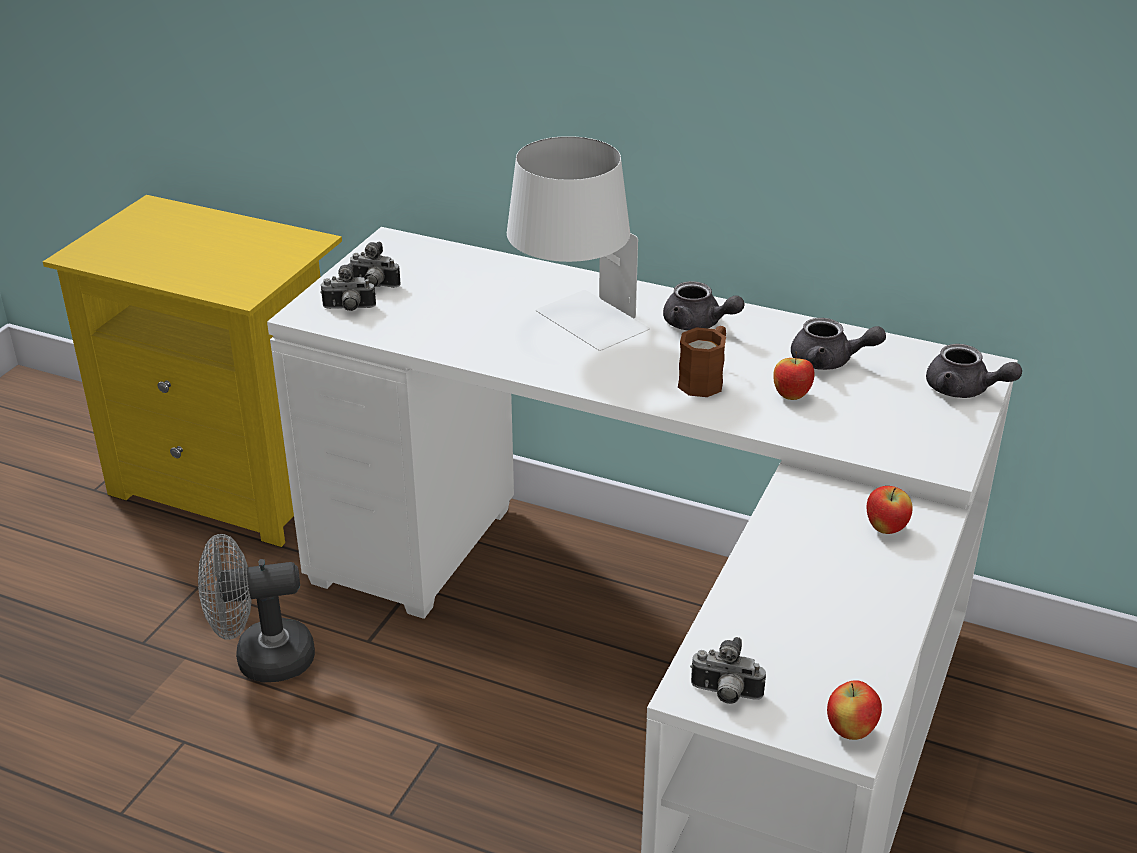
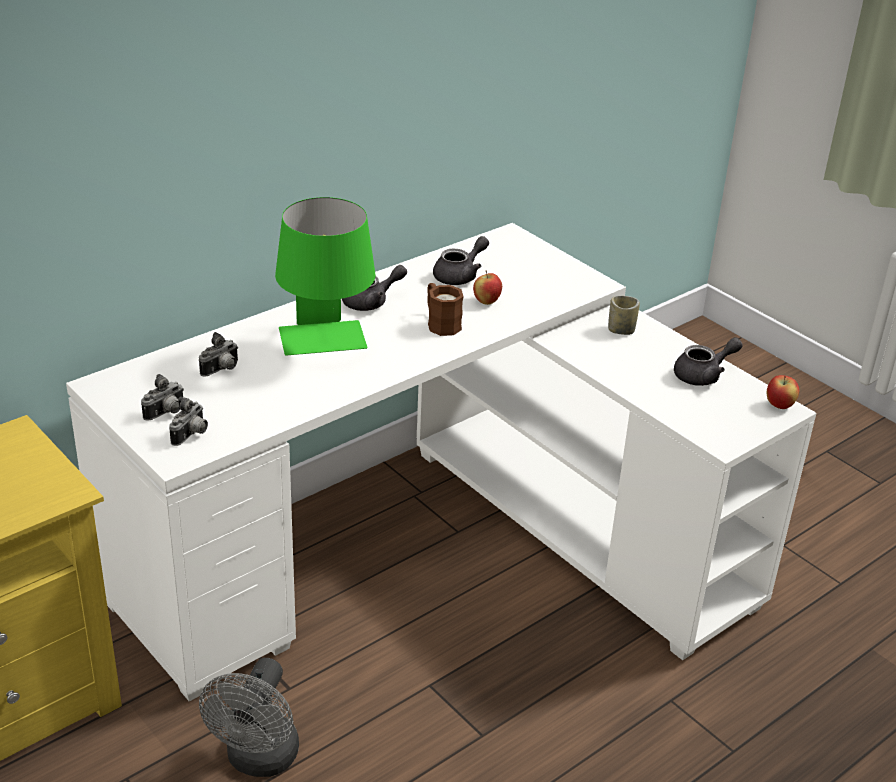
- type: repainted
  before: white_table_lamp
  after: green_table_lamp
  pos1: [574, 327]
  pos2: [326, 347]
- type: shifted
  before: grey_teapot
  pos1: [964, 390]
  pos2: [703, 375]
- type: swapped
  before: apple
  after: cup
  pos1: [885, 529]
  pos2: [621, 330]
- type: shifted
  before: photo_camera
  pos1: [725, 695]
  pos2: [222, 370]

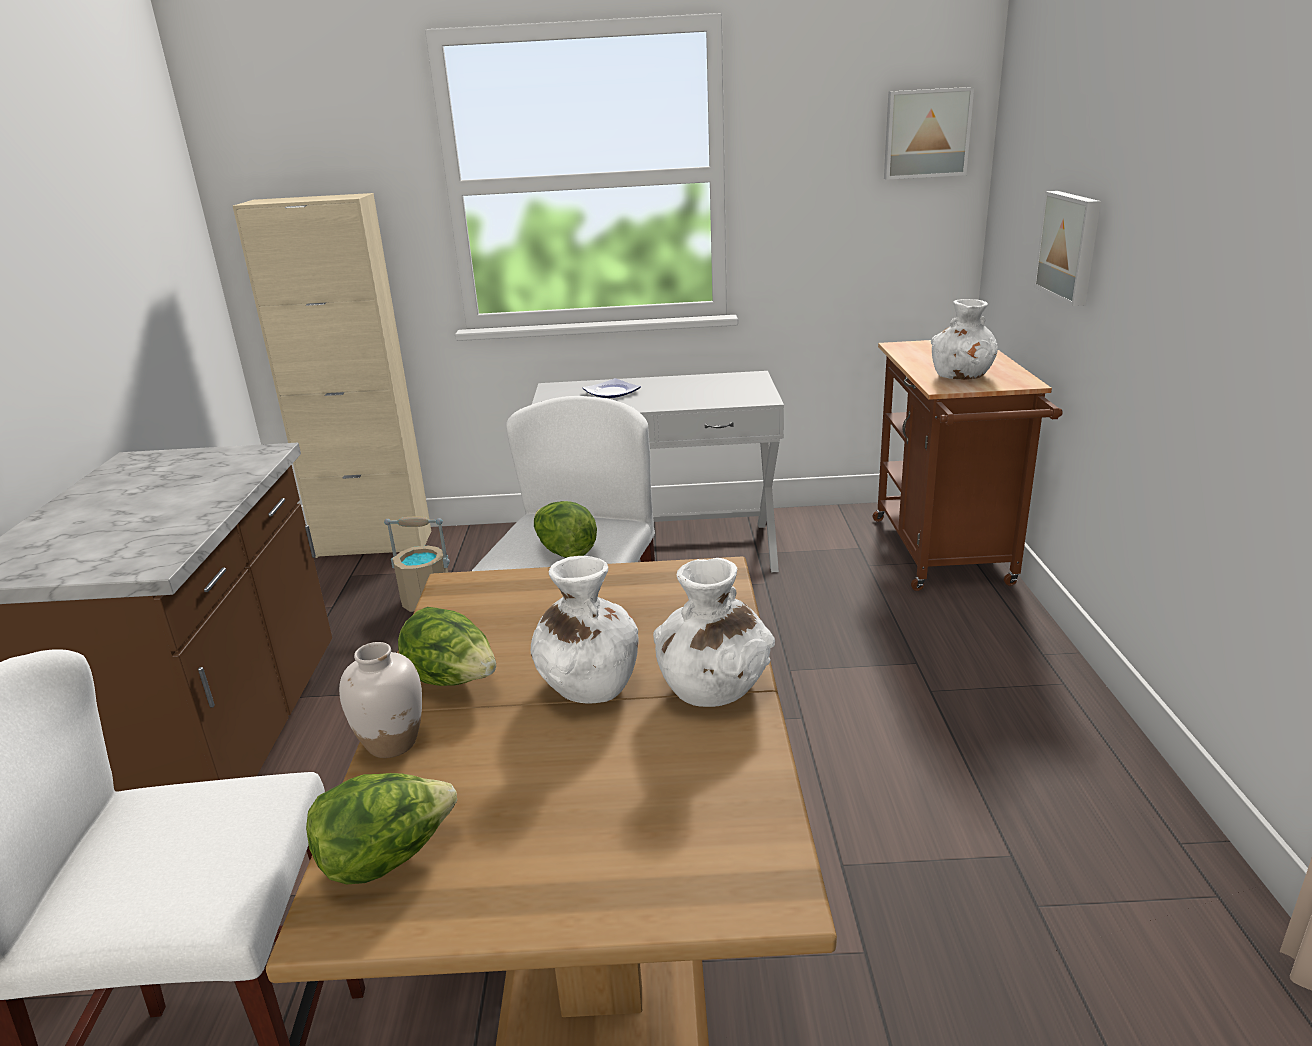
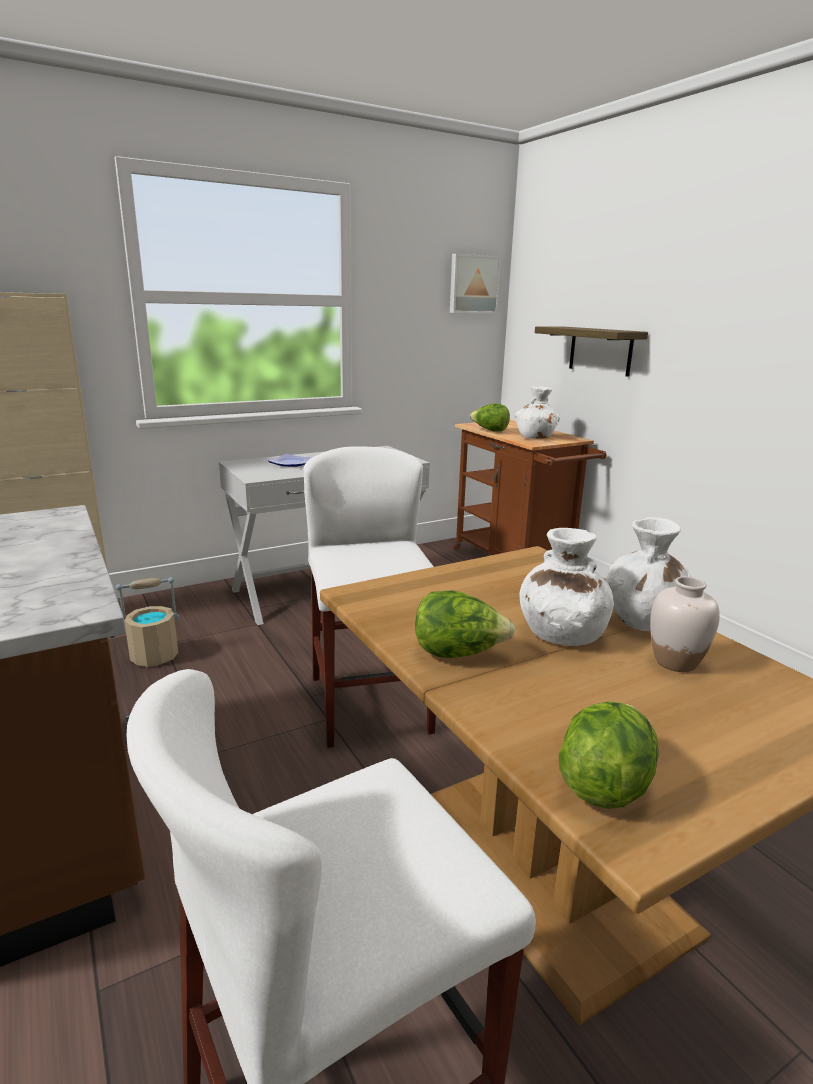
- type: swapped
  before: picture
  after: shelf
  pos1: [1071, 246]
  pos2: [600, 350]
- type: shifted
  before: lettuce
  pos1: [565, 552]
  pos2: [489, 431]
- type: shifted
  before: white_vase
  pos1: [392, 743]
  pos2: [675, 662]

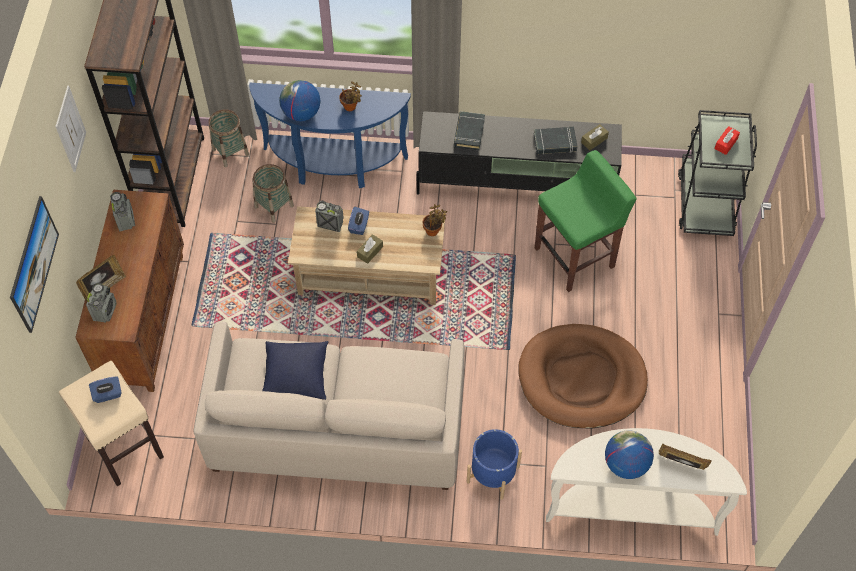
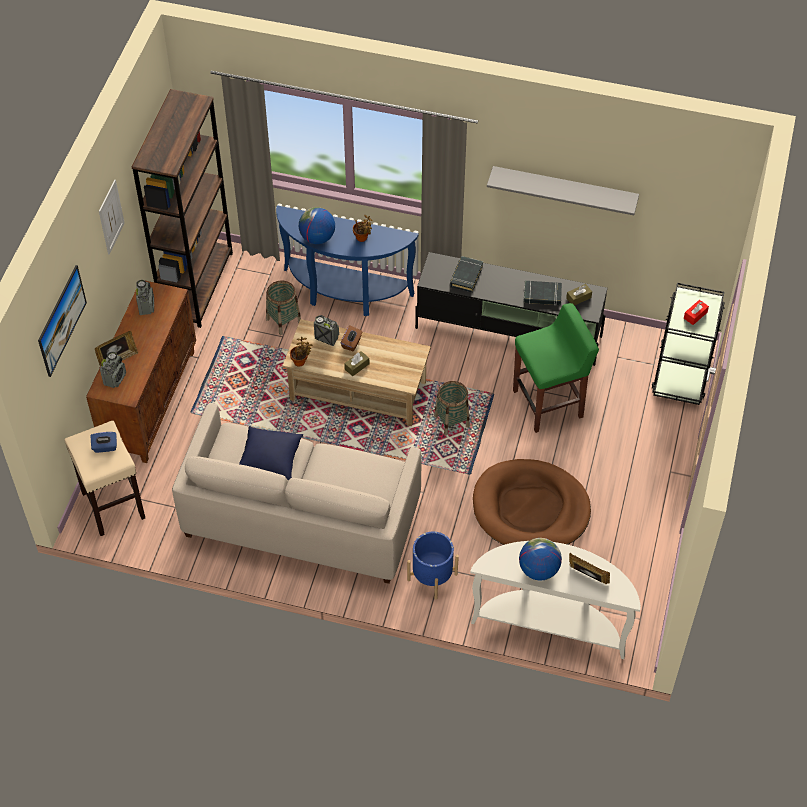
- type: shifted
  before: basket
  pos1: [230, 152]
  pos2: [451, 421]
- type: shifted
  before: potted_plant
  pos1: [433, 230]
  pos2: [300, 361]
- type: repainted
  before: blue_tissue_box
  after: brown_tissue_box
  pos1: [359, 226]
  pos2: [352, 343]
- type: new
  after: grey_shelf
  pos2: [564, 190]

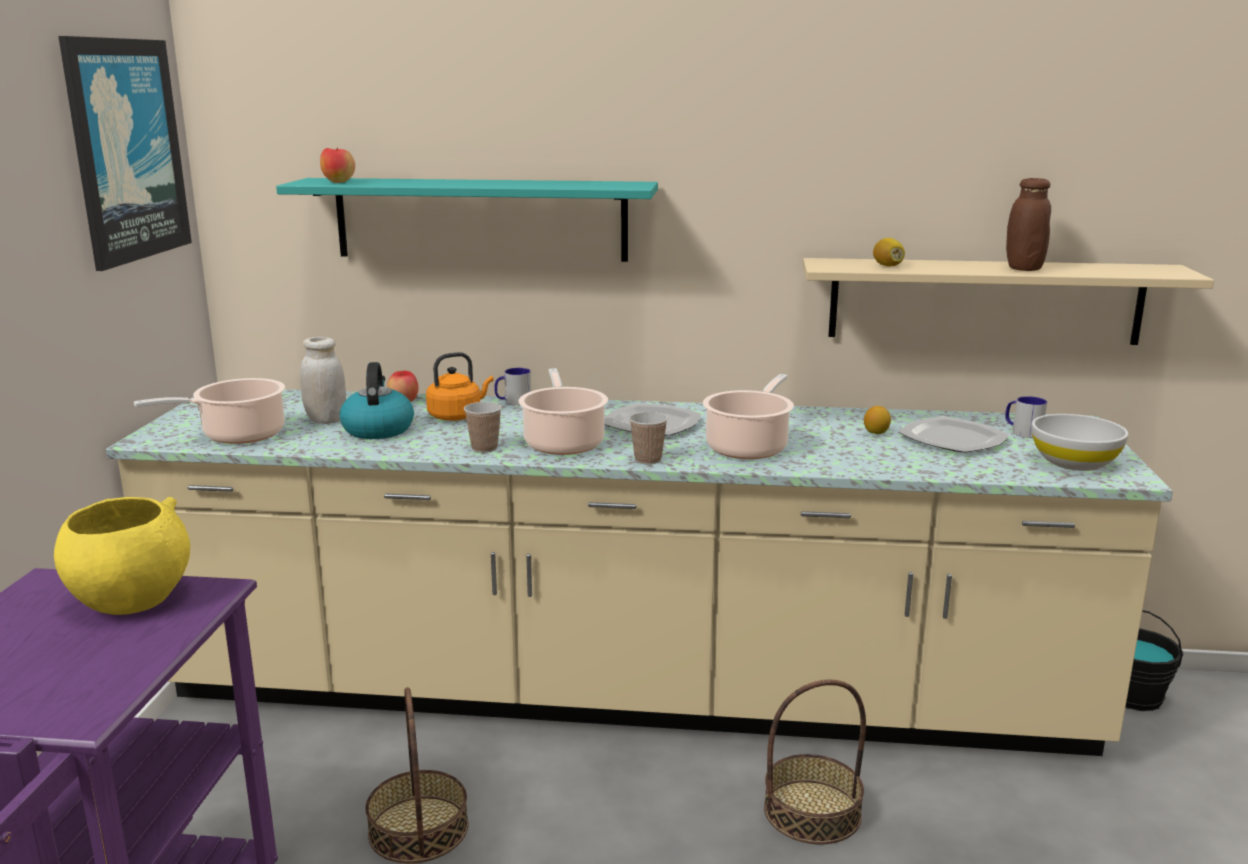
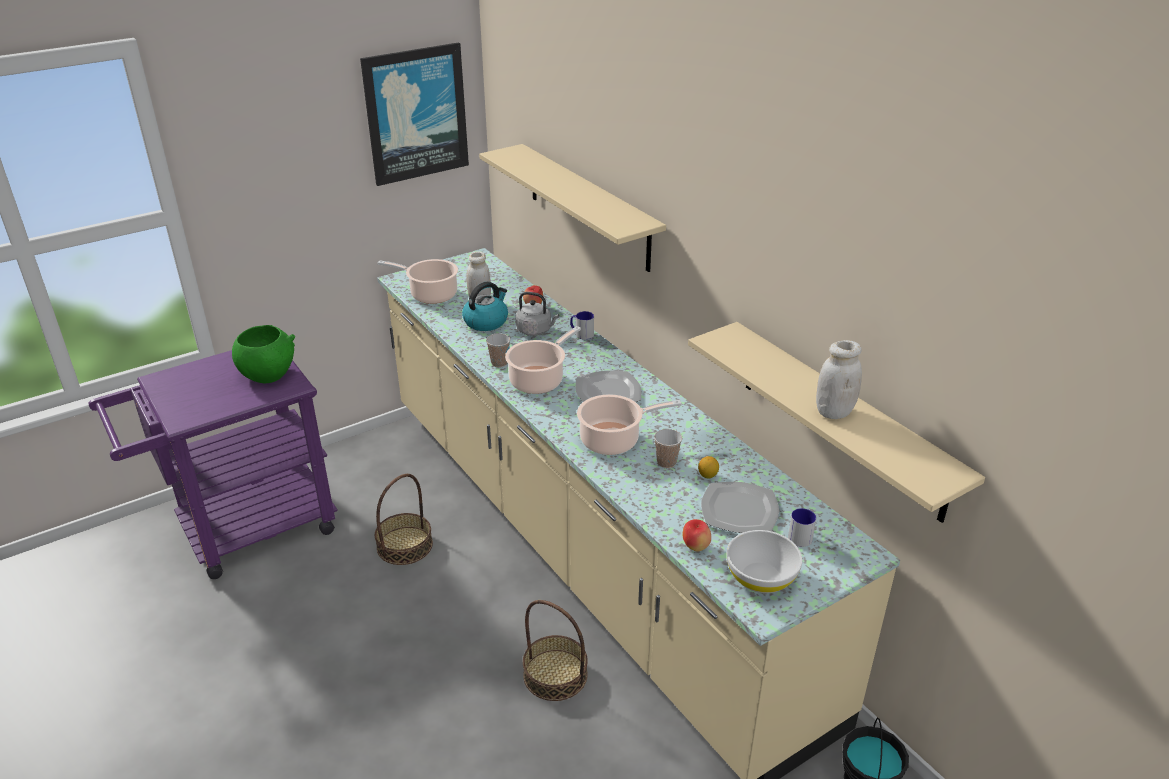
- type: shifted
  before: apple
  pos1: [339, 182]
  pos2: [695, 547]
- type: repainted
  before: turquoise_shelf
  after: beige_shelf
  pos1: [481, 219]
  pos2: [588, 206]
- type: repainted
  before: brown_jar
  after: white_jar
  pos1: [1024, 268]
  pos2: [834, 412]
- type: gone
  before: lemon
  pos1: [888, 266]
- type: repainted
  before: orange_kettle
  after: grey_kettle
  pos1: [457, 416]
  pos2: [536, 331]
- type: shifted
  before: cup
  pos1: [648, 460]
  pos2: [666, 462]
- type: repainted
  before: yellow_bowl
  after: green_bowl
  pos1: [130, 600]
  pos2: [268, 375]

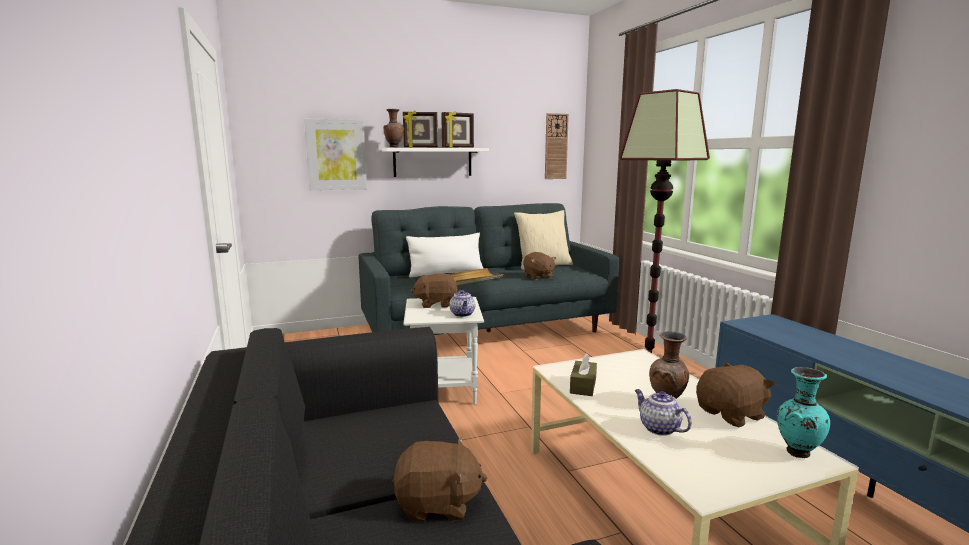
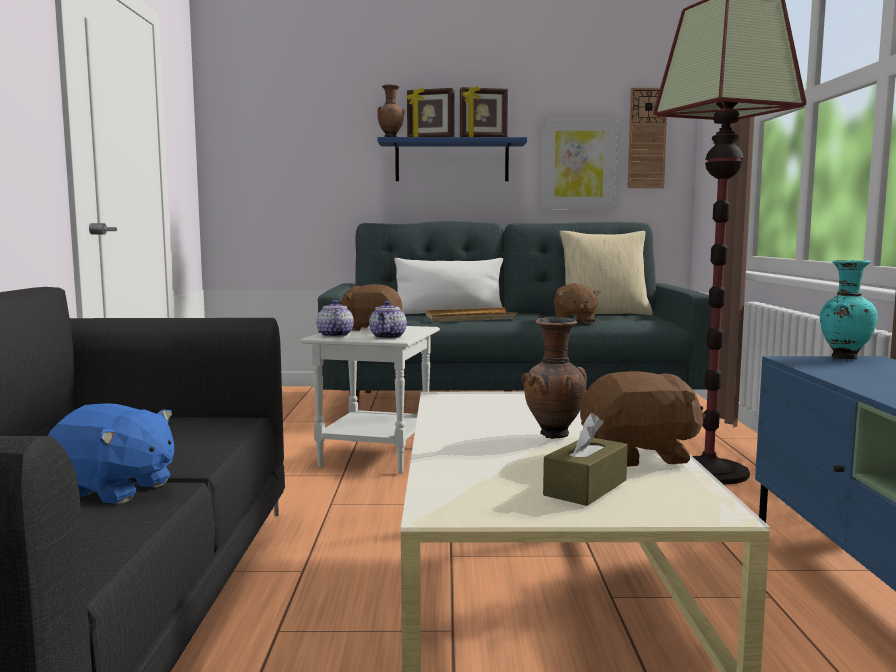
- type: shifted
  before: picture
  pos1: [336, 155]
  pos2: [578, 164]
- type: repainted
  before: white_shelf
  after: blue_shelf
  pos1: [433, 162]
  pos2: [452, 161]
- type: shifted
  before: brown_tissue_box
  pos1: [583, 386]
  pos2: [585, 488]
- type: shifted
  before: turquoise_vase
  pos1: [796, 452]
  pos2: [844, 358]
- type: shifted
  before: teapot
  pos1: [658, 428]
  pos2: [334, 335]
- type: repainted
  before: brown_plush_toy
  after: blue_plush_toy
  pos1: [438, 504]
  pos2: [115, 489]

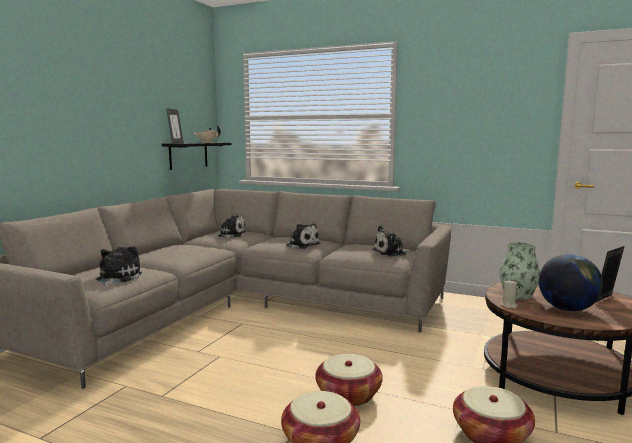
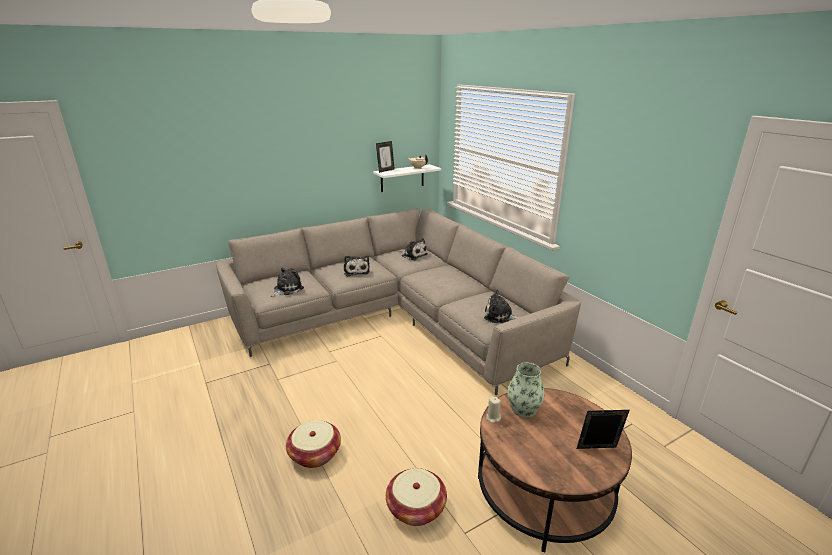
- type: repainted
  before: black_shelf
  after: white_shelf
  pos1: [188, 155]
  pos2: [402, 178]
- type: shifted
  before: plush_toy
  pos1: [301, 245]
  pos2: [356, 271]
- type: gone
  before: globe
  pos1: [567, 309]
- type: gone
  before: basket
  pos1: [348, 395]

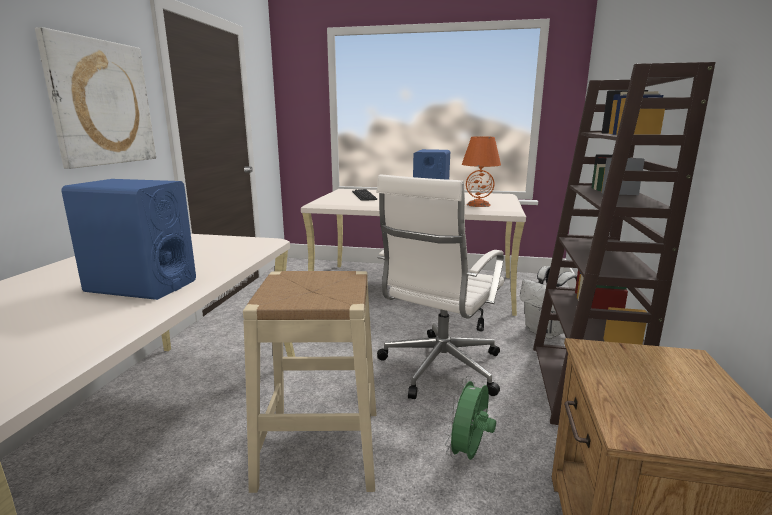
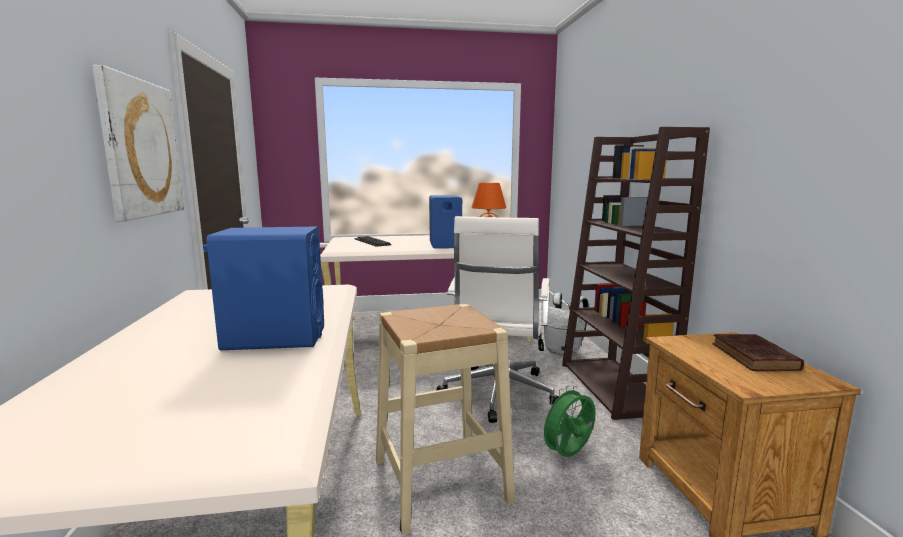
- type: rotated
  before: green_fan
  pos1: [469, 453]
  pos2: [568, 455]
  turn: 45
- type: new
  after: brown_book
  pos2: [755, 357]

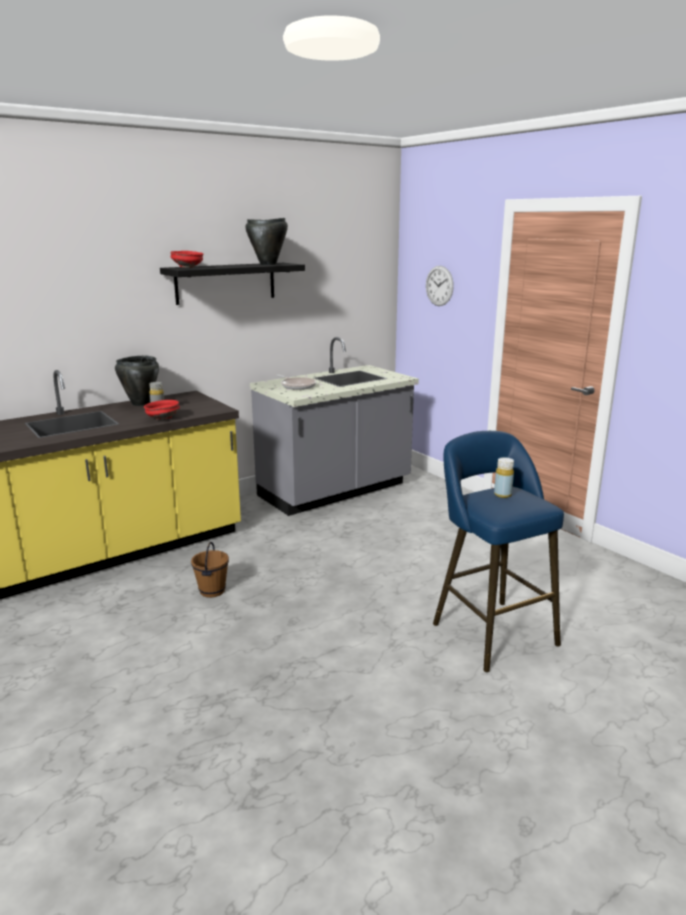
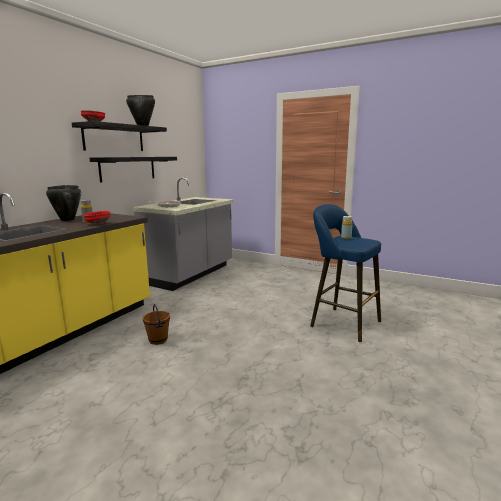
- type: gone
  before: wall_clock
  pos1: [439, 286]
- type: new
  after: black_shelf
  pos2: [128, 168]

